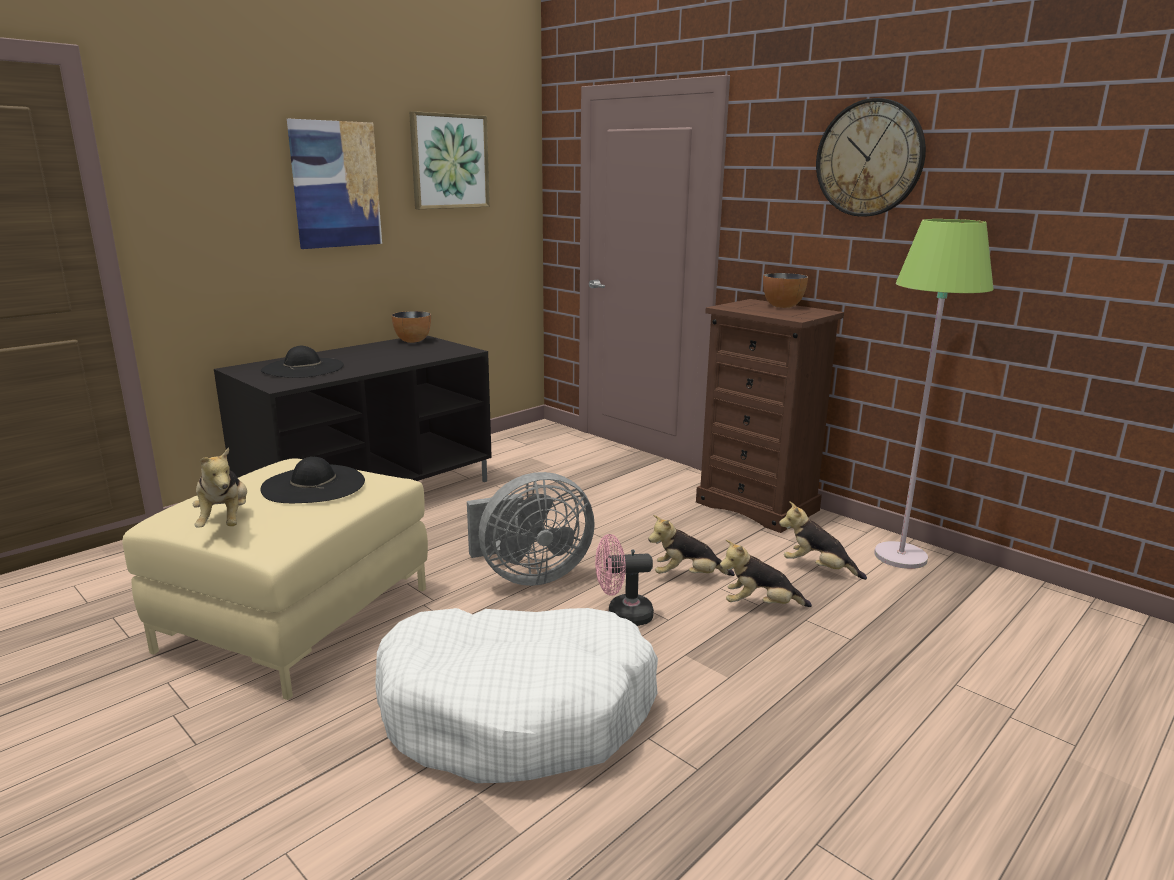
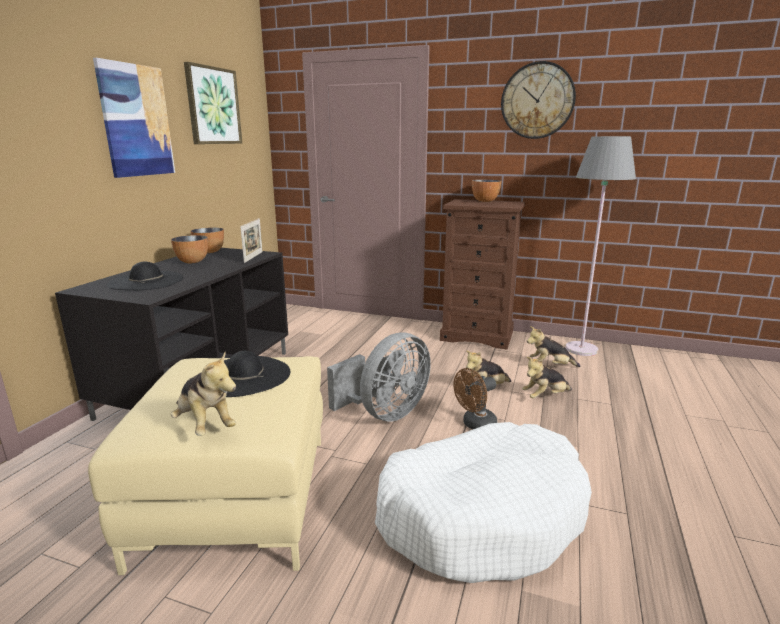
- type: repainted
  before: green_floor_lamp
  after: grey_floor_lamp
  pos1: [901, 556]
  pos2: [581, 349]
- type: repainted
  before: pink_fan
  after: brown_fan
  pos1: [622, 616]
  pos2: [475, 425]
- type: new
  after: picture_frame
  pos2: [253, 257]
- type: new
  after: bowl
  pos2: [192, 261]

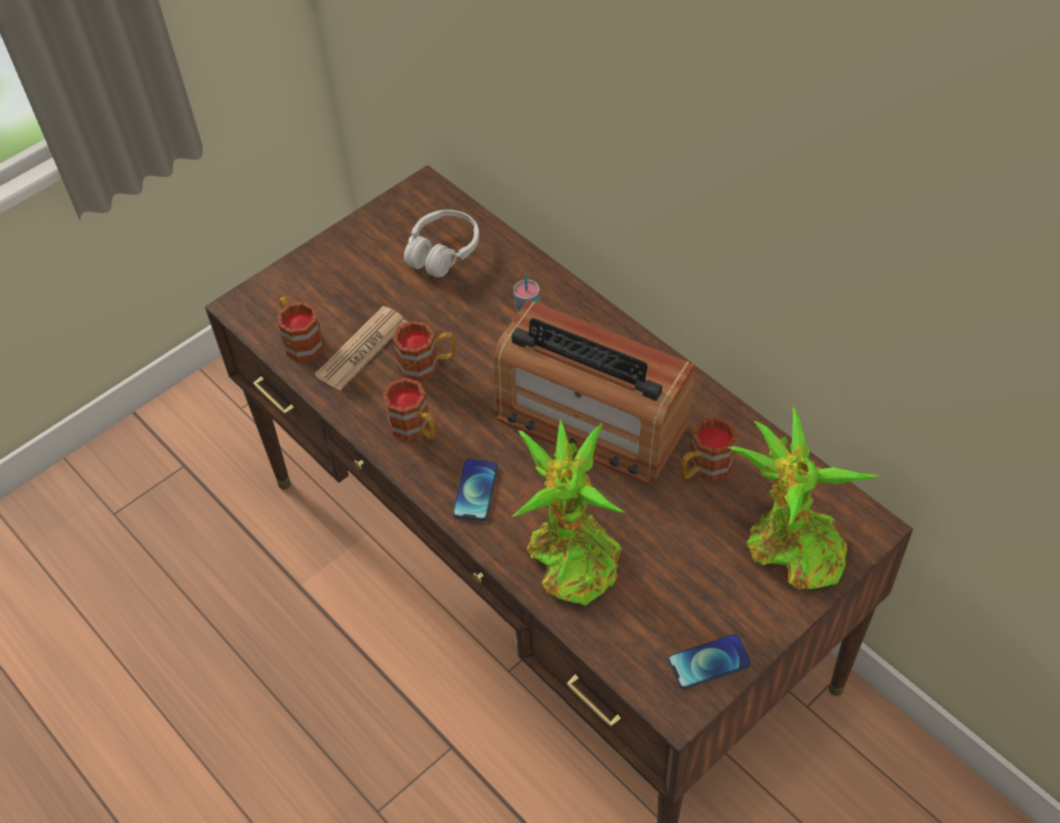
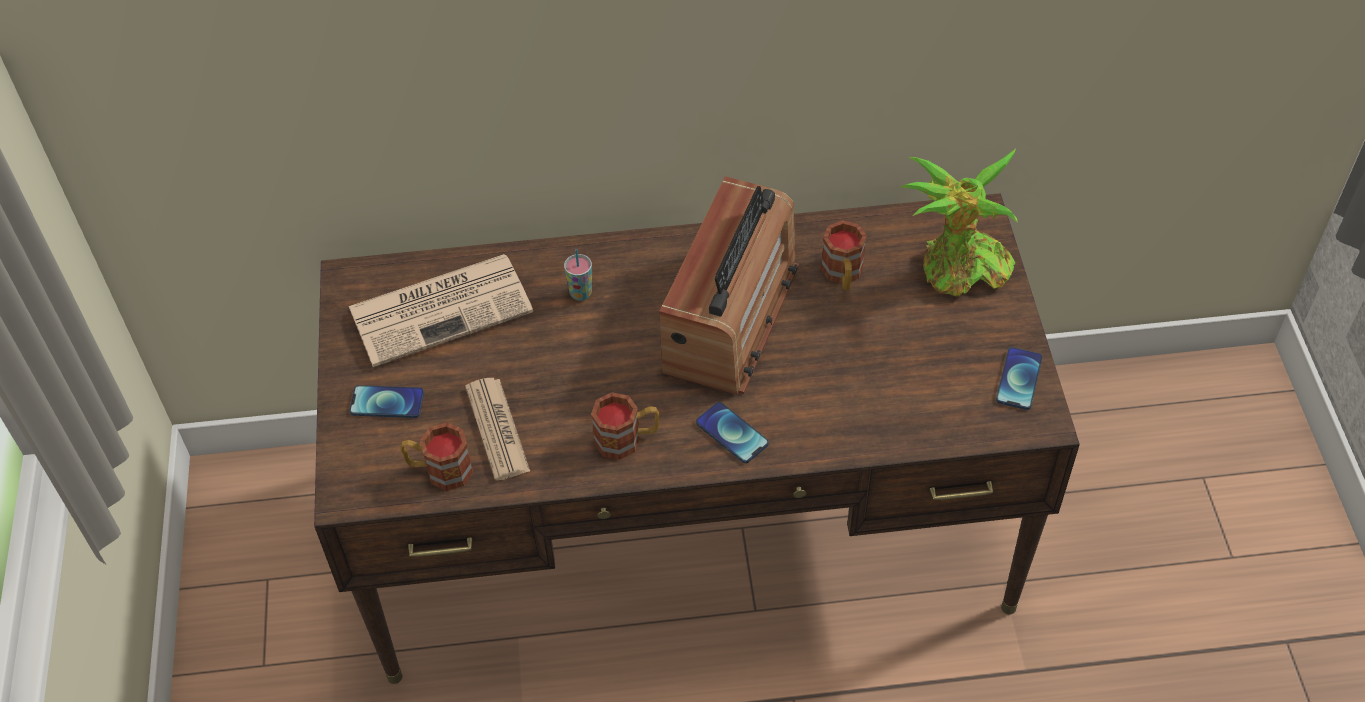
- type: swapped
  before: white_headphones
  after: newspaper
  pos1: [443, 252]
  pos2: [443, 308]
- type: rotated
  before: radio
  pos1: [590, 421]
  pos2: [731, 317]
  turn: -45
- type: gone
  before: mug
  pos1: [427, 364]
- type: gone
  before: potted_plant
  pos1: [570, 556]
- type: new
  after: phone
  pos2: [387, 402]

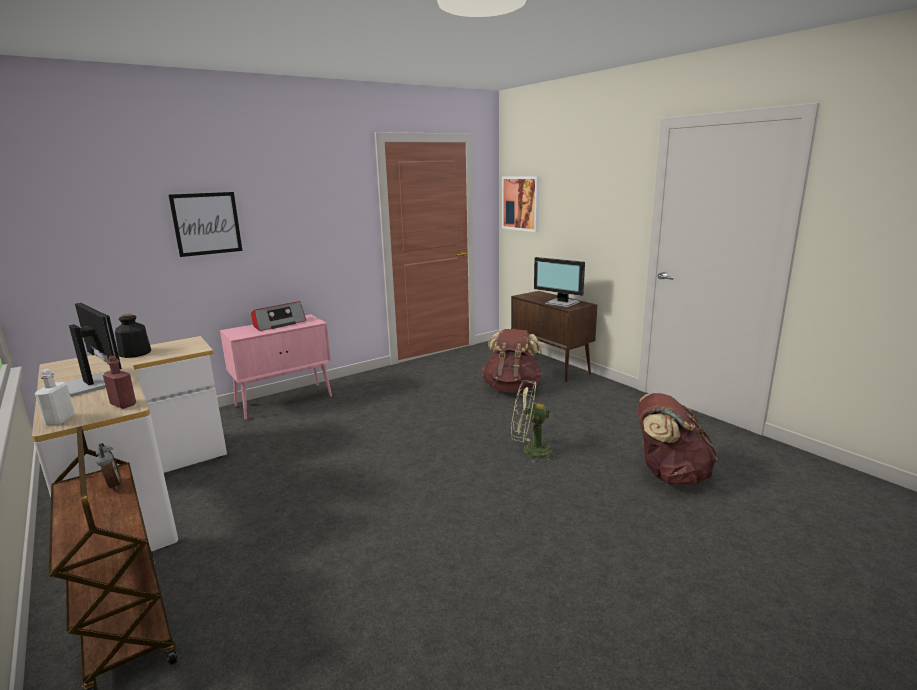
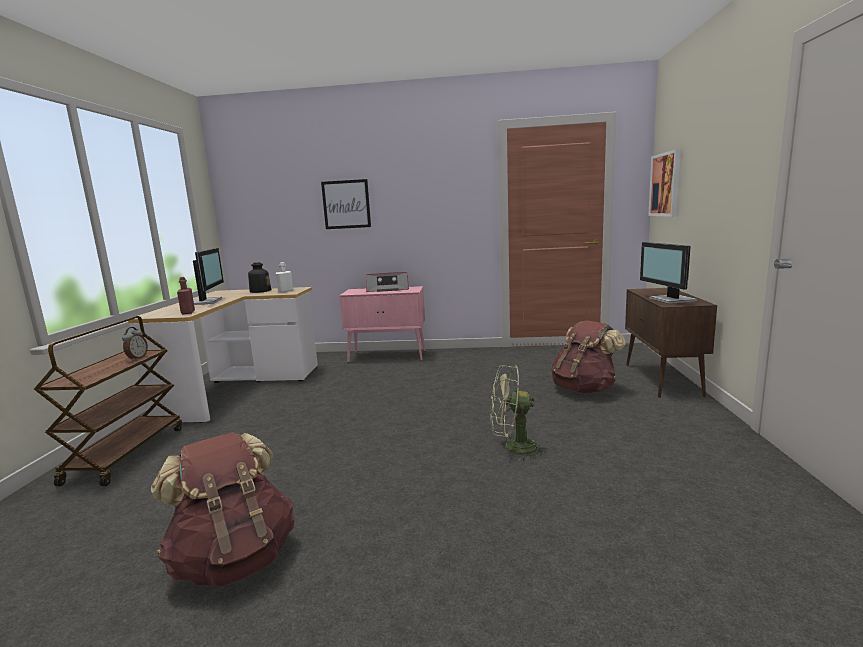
- type: shifted
  before: white_bottle
  pos1: [60, 420]
  pos2: [285, 291]
- type: rotated
  before: green_fan
  pos1: [530, 451]
  pos2: [513, 448]
  turn: -45
- type: shifted
  before: brown_backpack
  pos1: [669, 474]
  pos2: [235, 559]

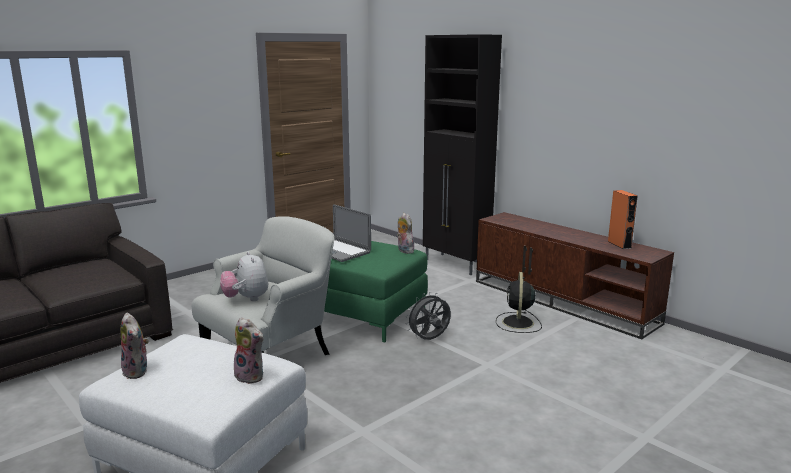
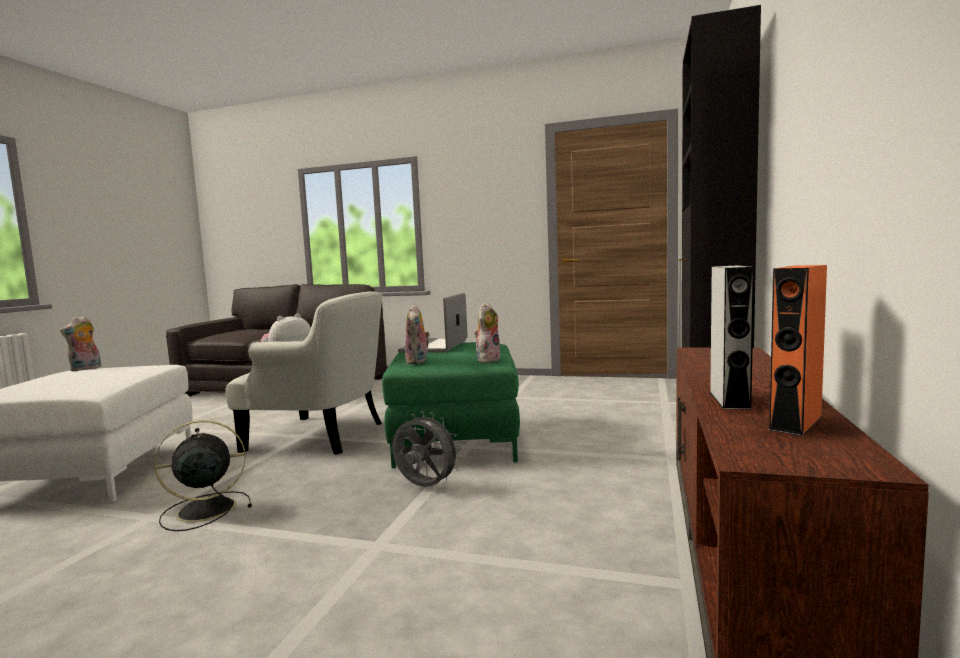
- type: shifted
  before: black_fan
  pos1: [518, 323]
  pos2: [203, 510]
- type: shifted
  before: plush_toy
  pos1: [251, 376]
  pos2: [418, 361]
- type: new
  after: grey_speaker
  pos2: [729, 400]

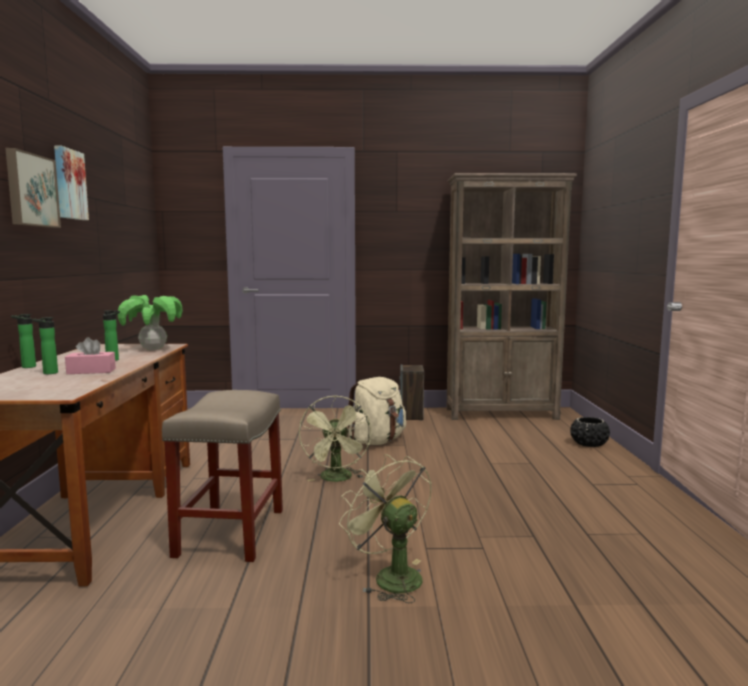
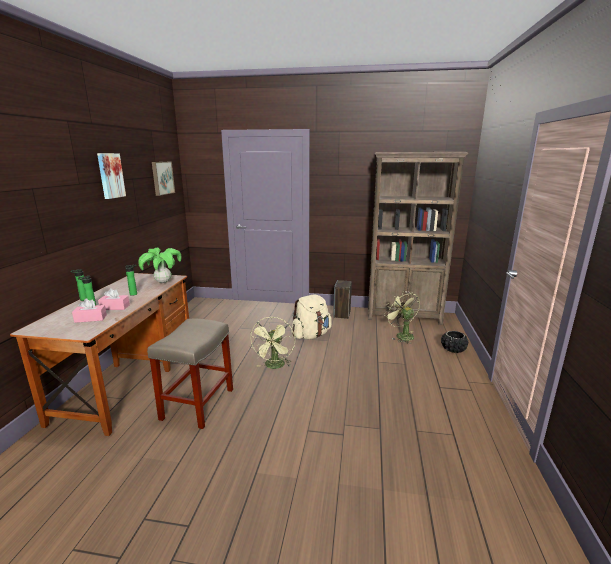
- type: shifted
  before: picture
  pos1: [30, 190]
  pos2: [162, 178]
- type: shifted
  before: green_fan
  pos1: [390, 576]
  pos2: [401, 335]
- type: new
  after: pink_tissue_box
  pos2: [90, 318]

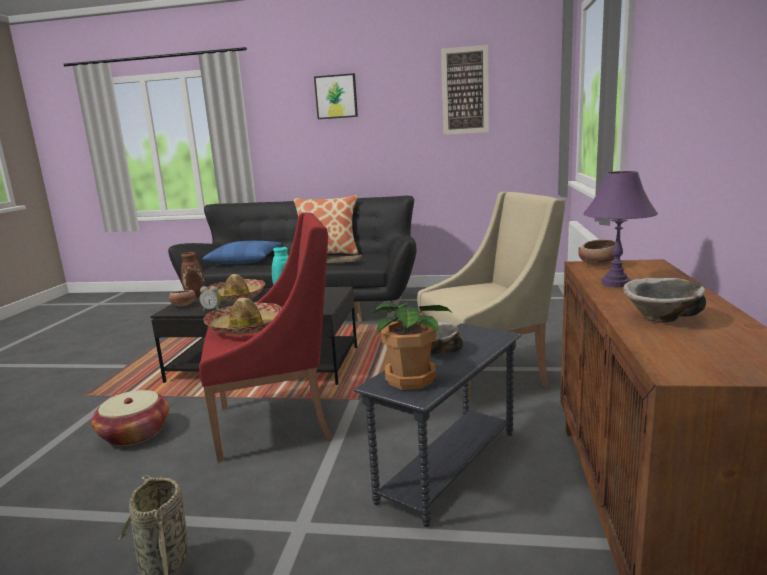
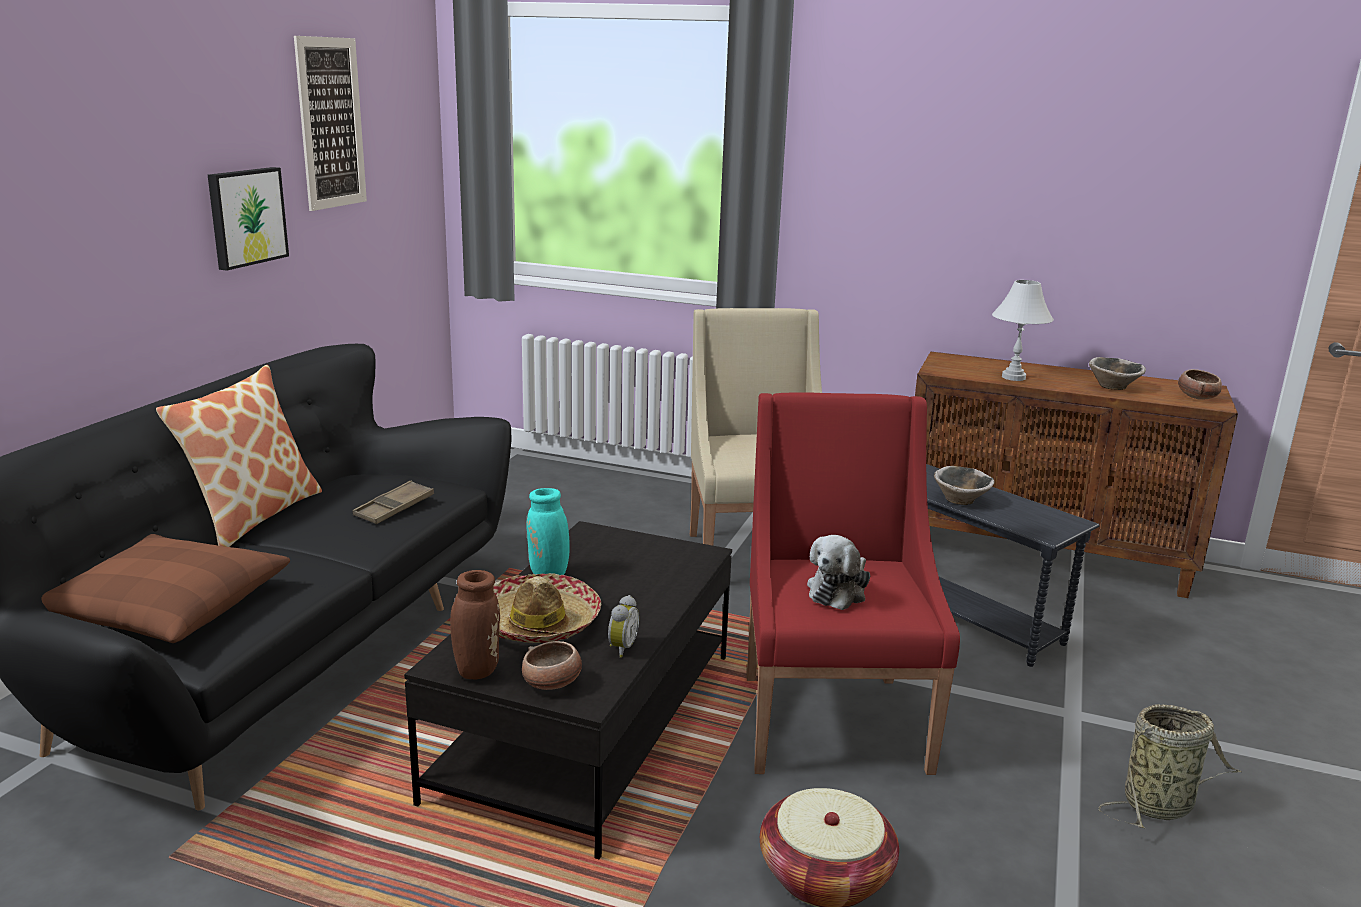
- type: shifted
  before: picture
  pos1: [336, 96]
  pos2: [246, 217]
- type: repainted
  before: purple_table_lamp
  after: white_table_lamp
  pos1: [616, 283]
  pos2: [1013, 377]
- type: shifted
  before: bowl
  pos1: [600, 265]
  pos2: [1197, 397]
- type: repainted
  before: blue_pillow
  after: brown_pillow
  pos1: [245, 260]
  pos2: [165, 608]
- type: swapped
  before: hat
  after: plush_toy
  pos1: [245, 327]
  pos2: [839, 591]
- type: gone
  before: potted_plant
  pos1: [411, 379]

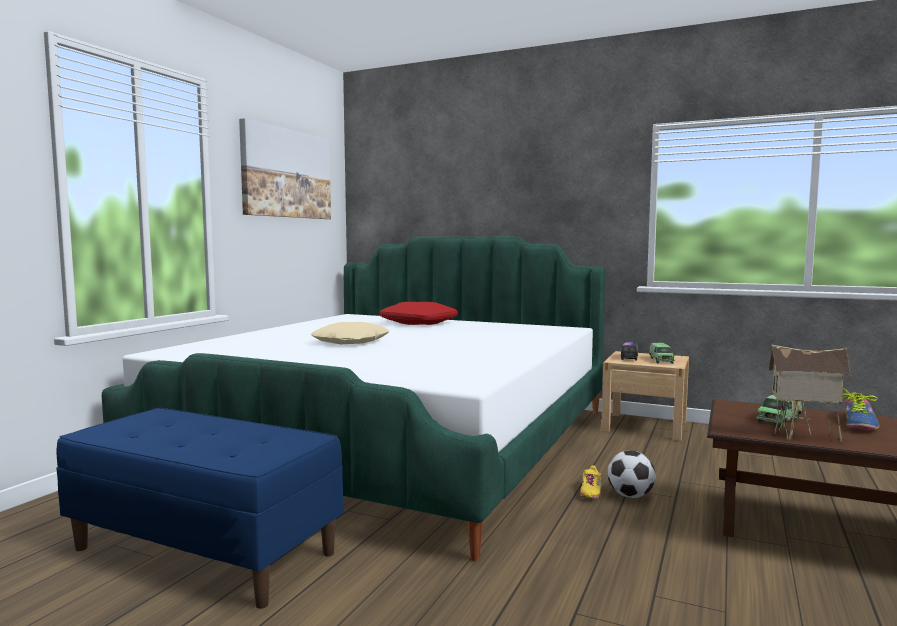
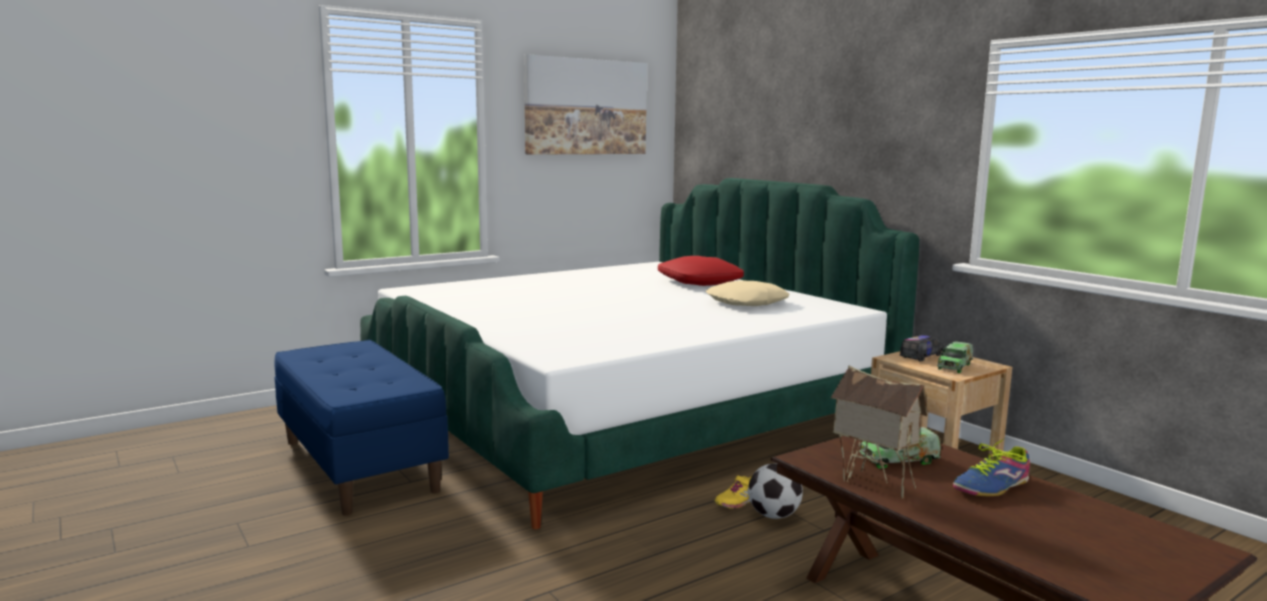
- type: shifted
  before: beige_pillow
  pos1: [351, 342]
  pos2: [747, 303]

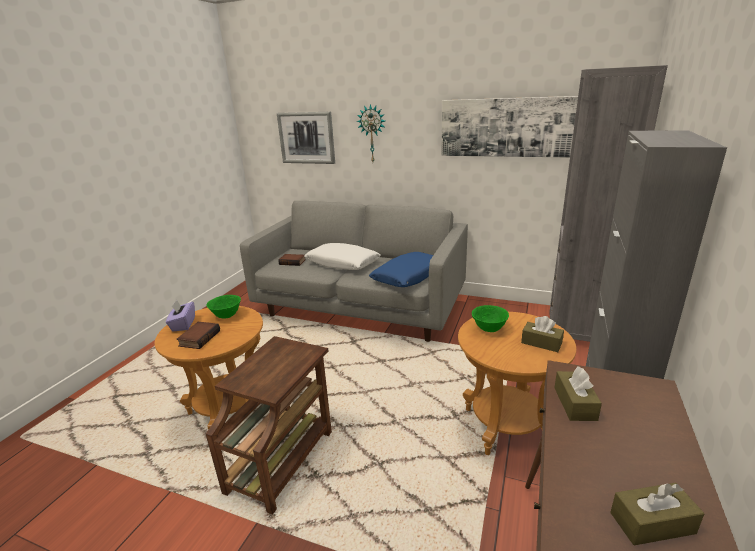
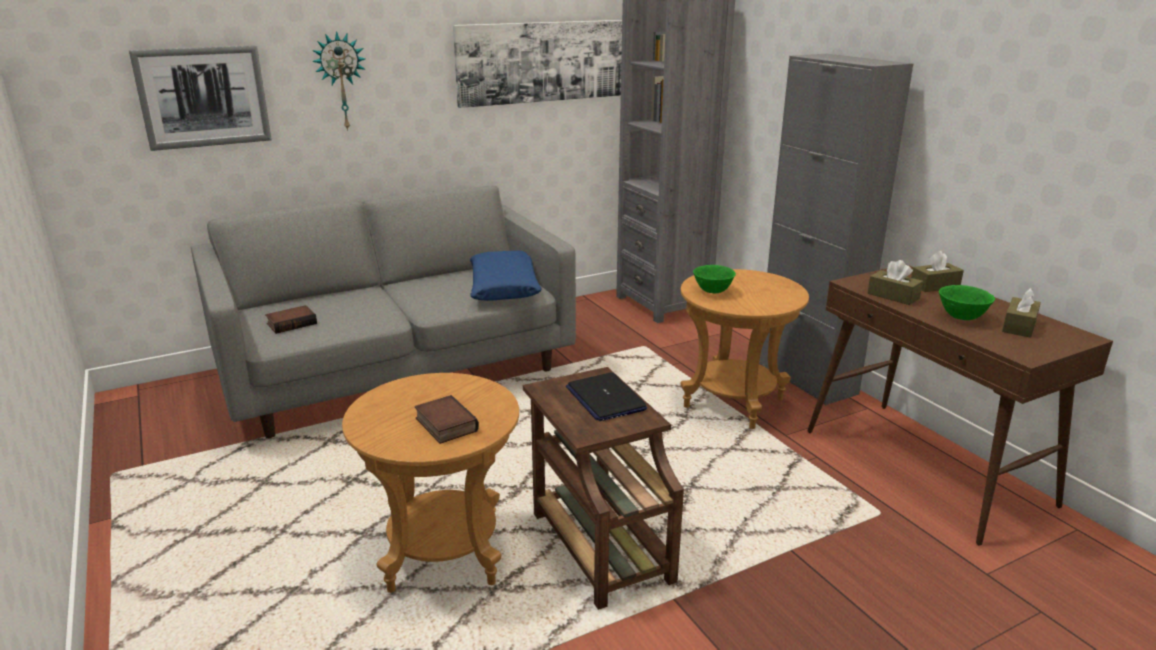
- type: gone
  before: white_pillow
  pos1: [342, 263]
- type: shifted
  before: green_bowl
  pos1: [226, 316]
  pos2: [961, 317]
- type: gone
  before: purple_tissue_box
  pos1: [183, 324]
- type: shifted
  before: brown_tissue_box
  pos1: [541, 343]
  pos2: [934, 286]
- type: new
  after: laptop
  pos2: [605, 398]

